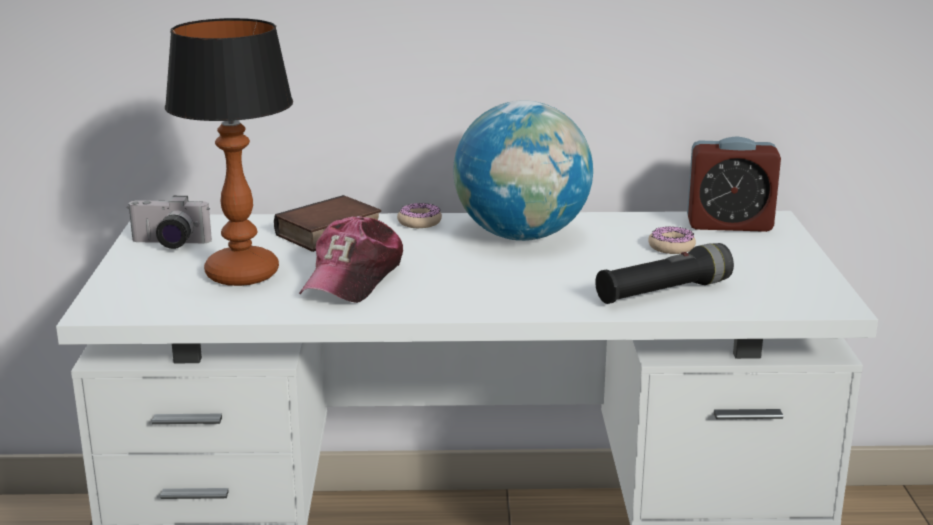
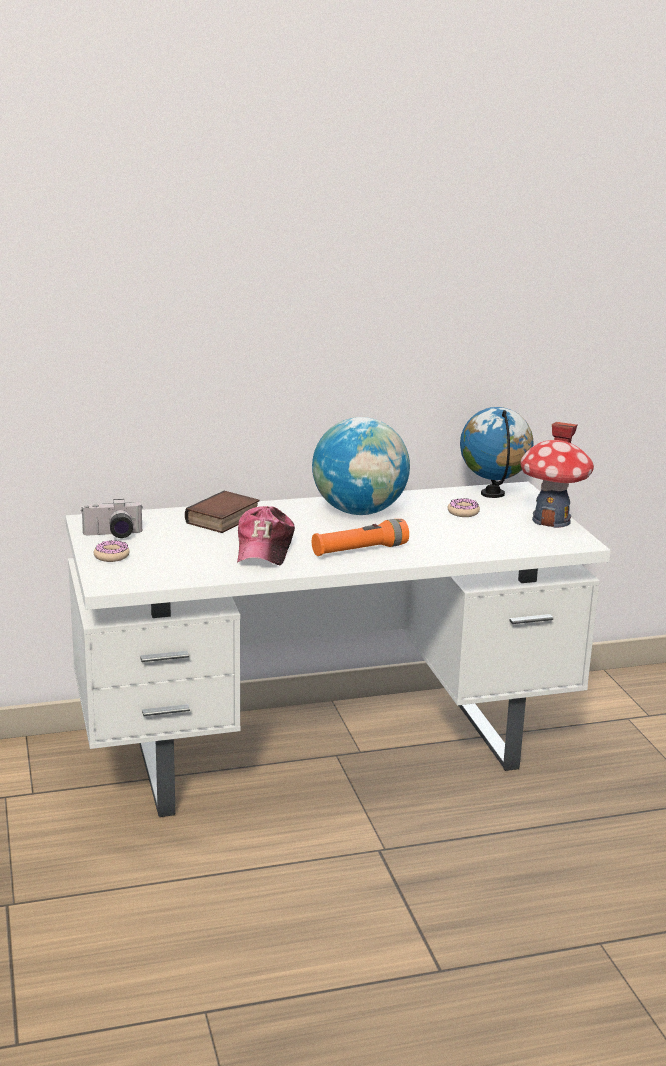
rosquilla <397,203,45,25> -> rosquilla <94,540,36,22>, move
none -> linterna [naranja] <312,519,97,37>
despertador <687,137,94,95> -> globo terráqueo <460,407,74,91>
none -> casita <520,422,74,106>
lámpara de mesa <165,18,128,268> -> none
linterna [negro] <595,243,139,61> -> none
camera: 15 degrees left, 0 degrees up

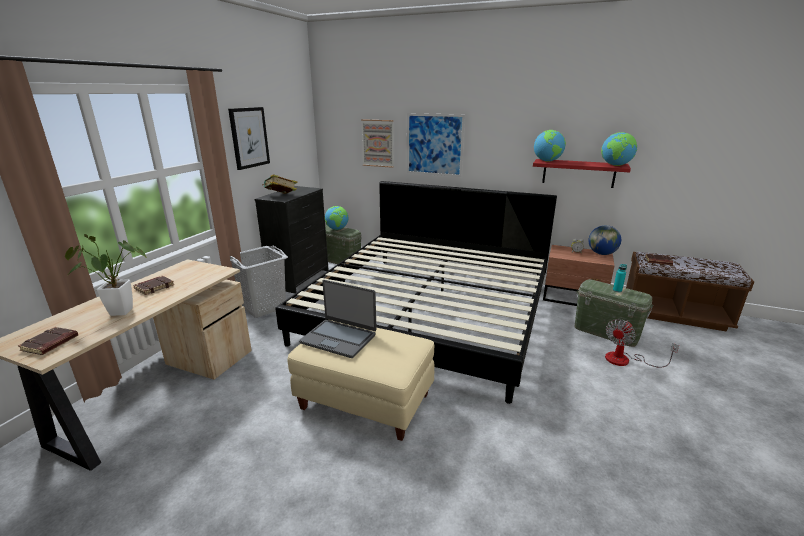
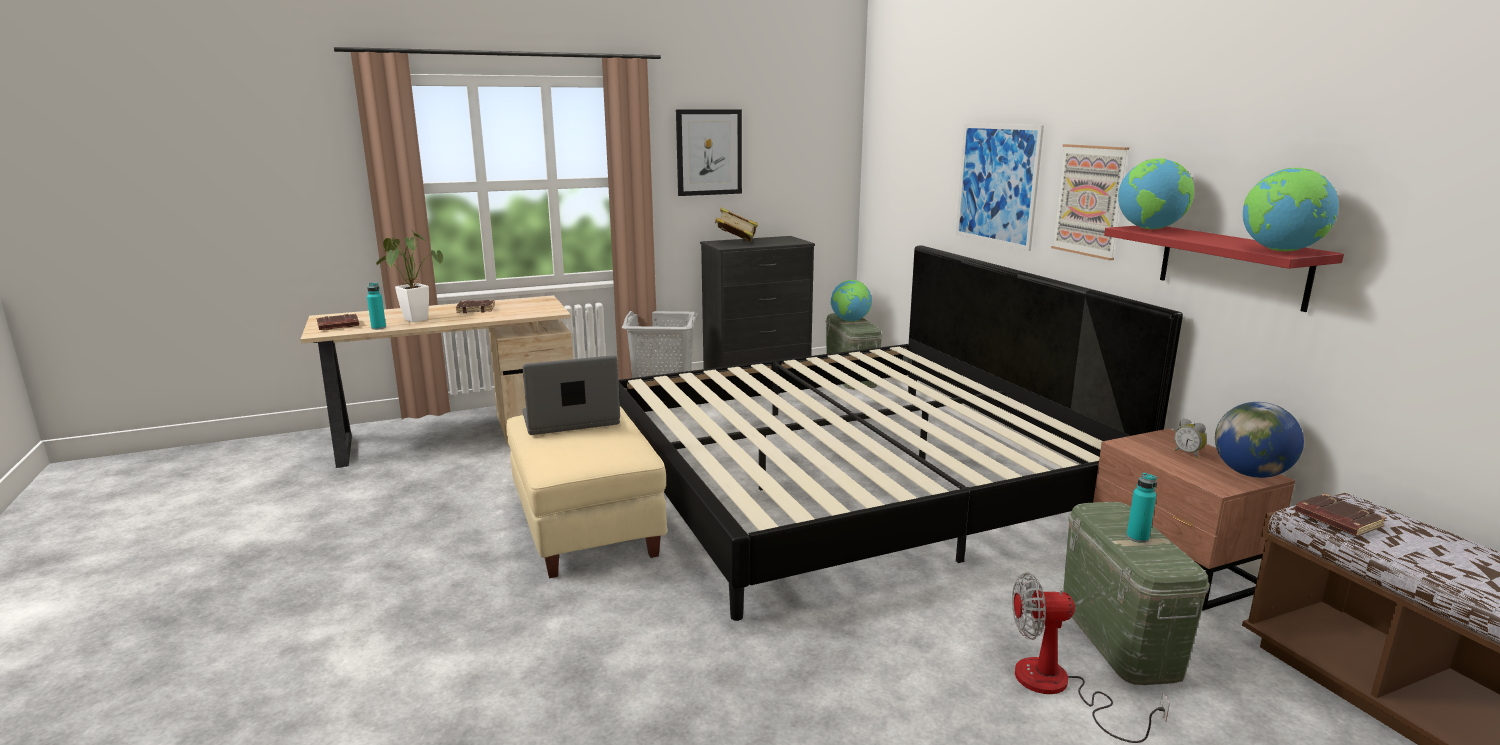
none -> botella [turquesa] <367,283,19,47>
portátil <299,280,77,78> -> portátil <522,355,98,80>, 90 degrees clockwise
cuadro <361,119,33,49> -> cuadro <1051,144,78,116>, move
camera: 45 degrees right, 5 degrees down

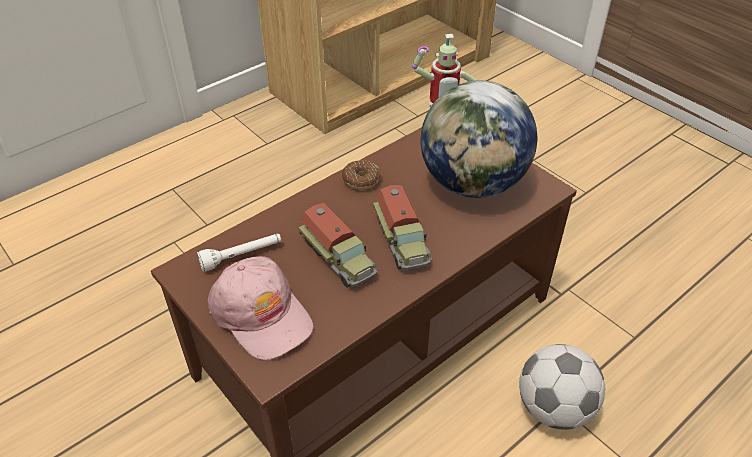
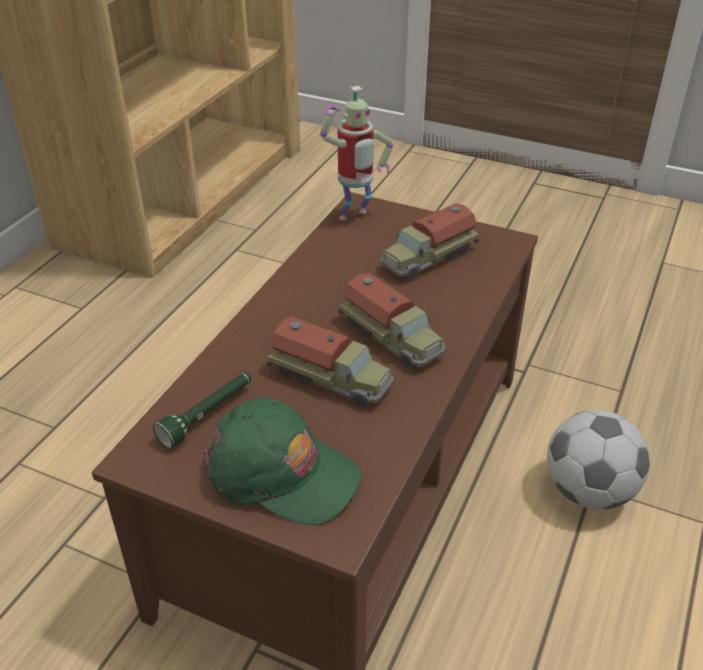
linterna [blanco] <197,234,84,38> -> linterna [verde] <153,372,99,77>
gorra [rosa] <207,256,106,104> -> gorra [verde] <204,397,157,128>
globo terráqueo <421,80,116,118> -> camión de juguete <380,203,99,78>
rosquilla <342,160,39,30> -> none
camera: 25 degrees left, 5 degrees down

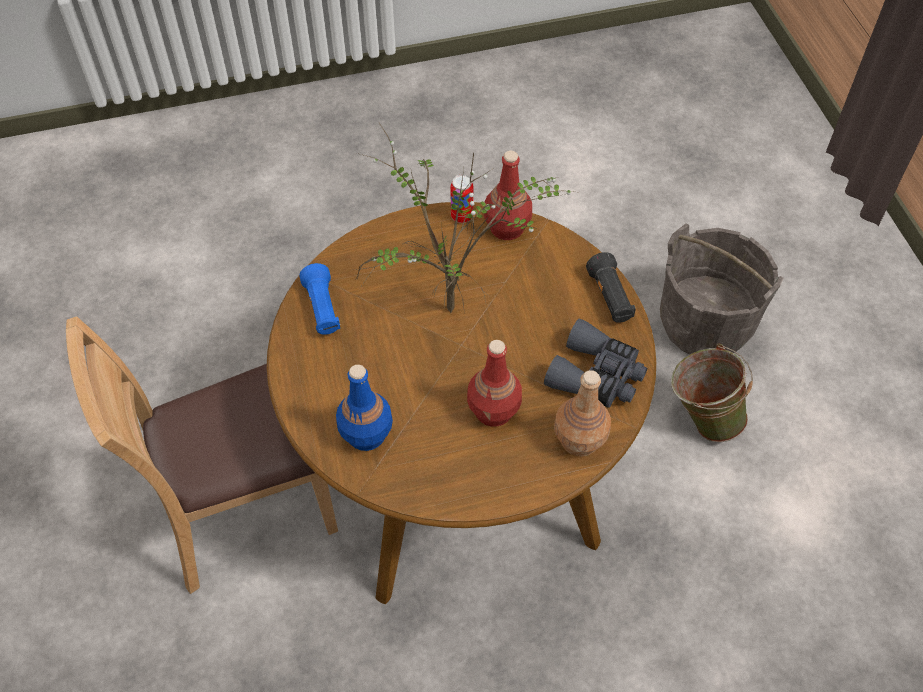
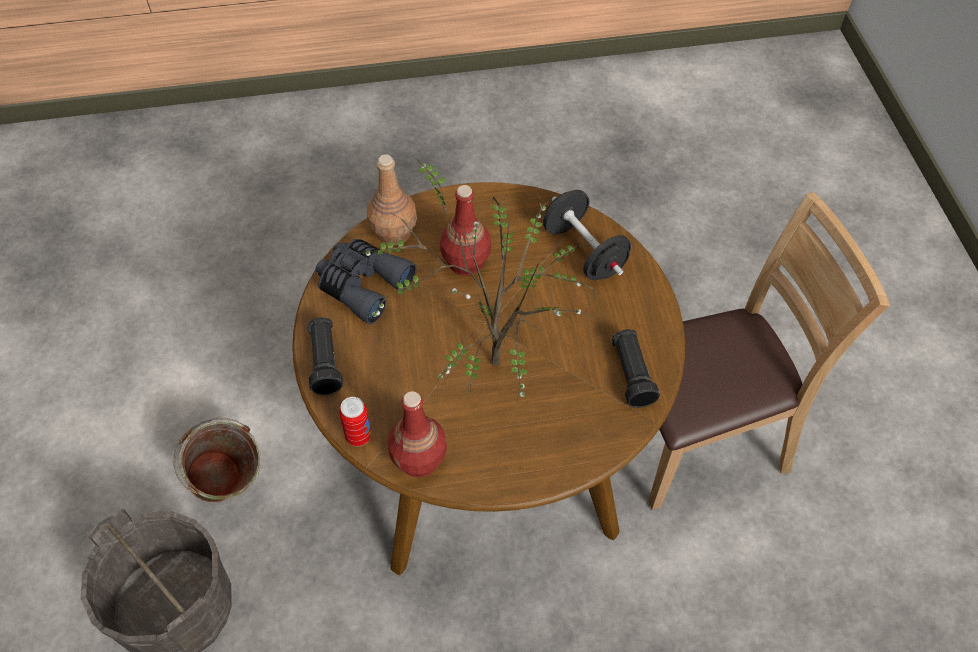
lata <450,175,23,48> -> lata <339,397,32,49>, move
botella [azul] <336,365,57,86> -> mancuerna [negro] <543,190,88,90>
linterna [azul] <299,263,41,72> -> linterna [negro] <612,329,48,79>
camera: 175 degrees left, 0 degrees up

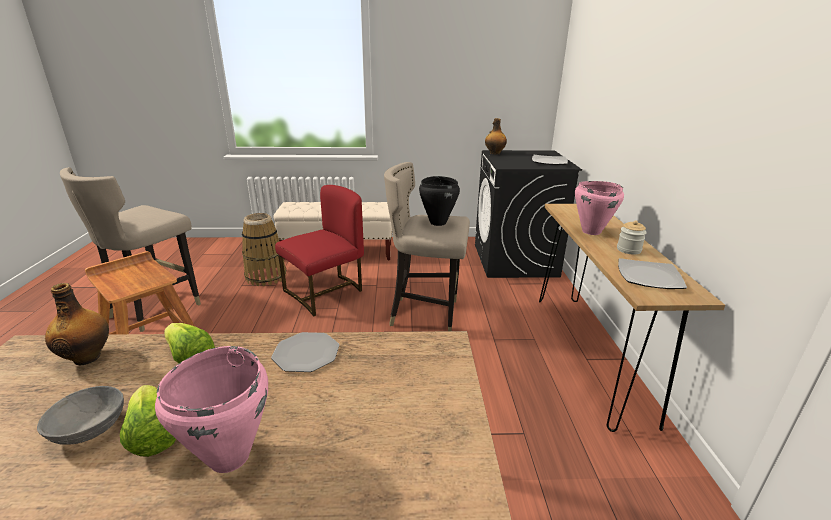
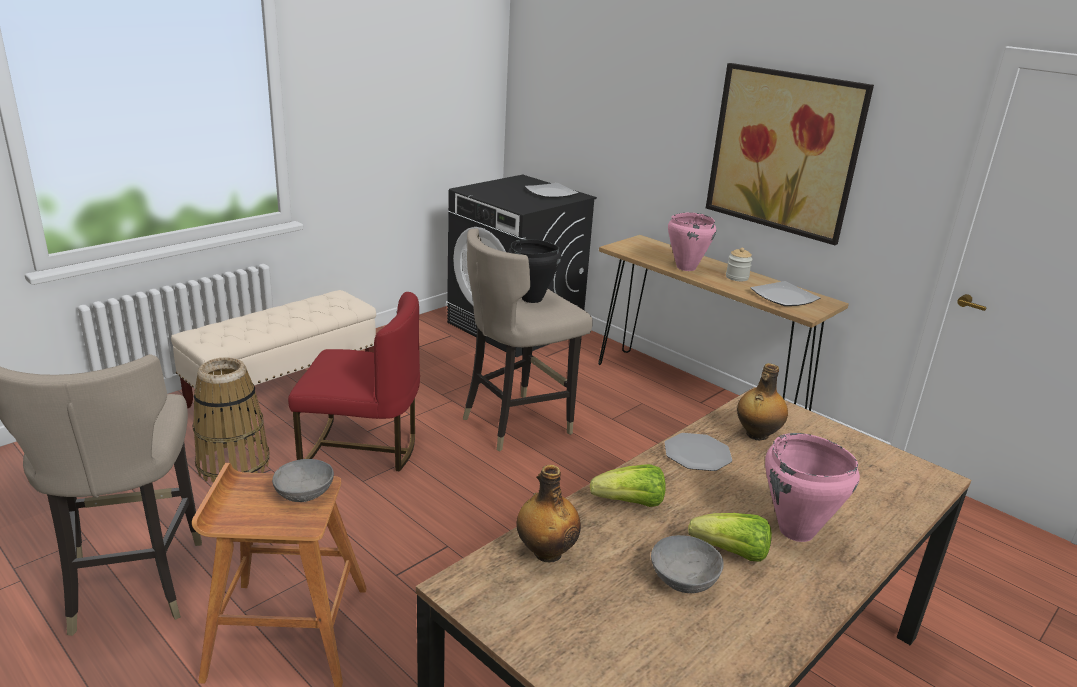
none -> cuenco [gris] <272,459,62,43>
silla [rojo] <275,185,89,131> -> silla [rojo] <288,292,132,180>, 90 degrees clockwise
none -> cuadro <706,63,168,182>
botella <485,118,22,37> -> botella <737,363,51,77>, move
camera: 45 degrees left, 0 degrees up

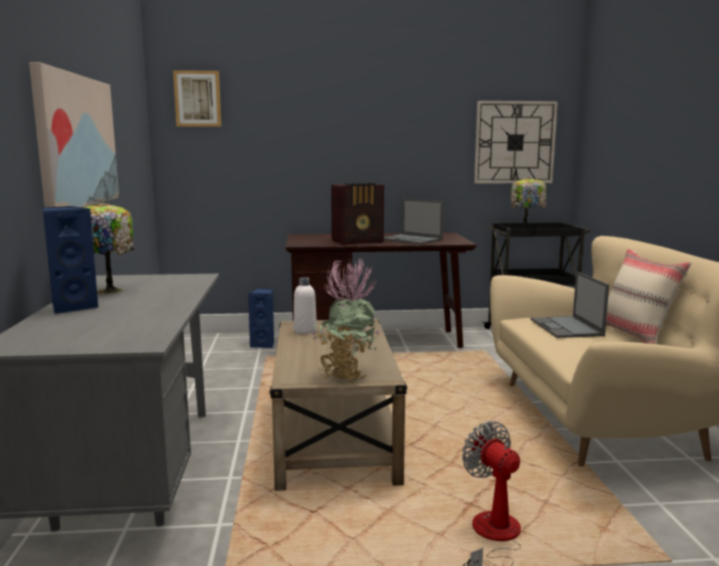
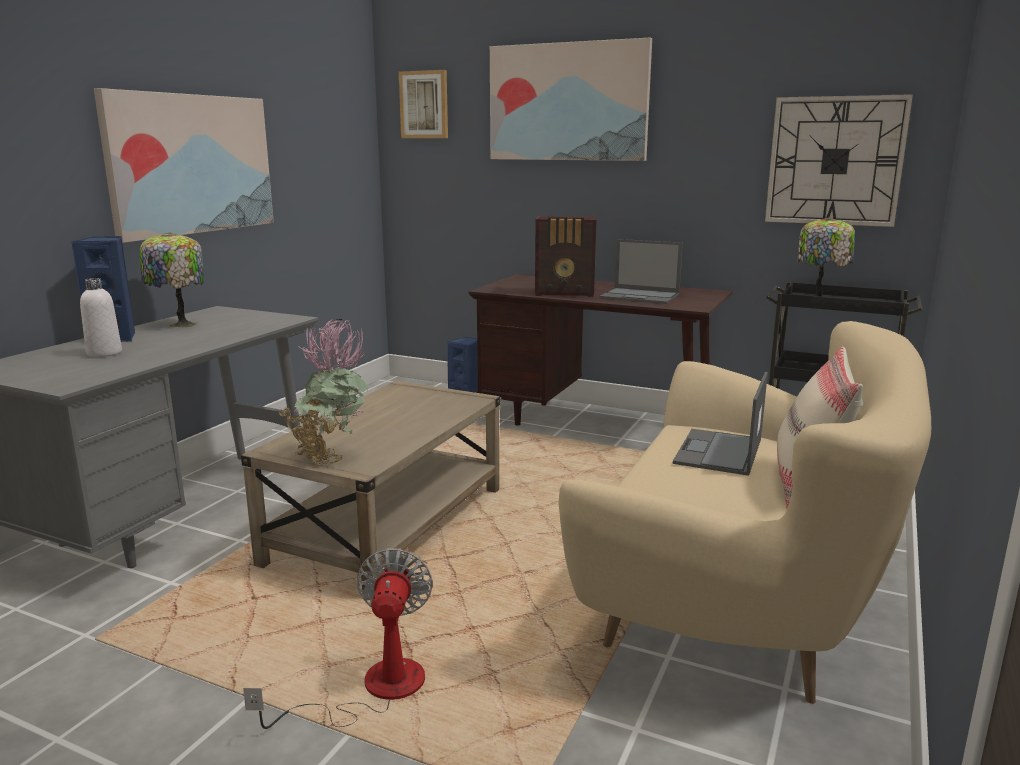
botella [blanco] <294,277,23,57> -> botella [blanco] <80,278,42,79>, move
none -> cuadro <490,38,162,123>
portátil <384,199,60,45> -> portátil <599,239,84,65>, 45 degrees counterclockwise
camera: 30 degrees right, 5 degrees up

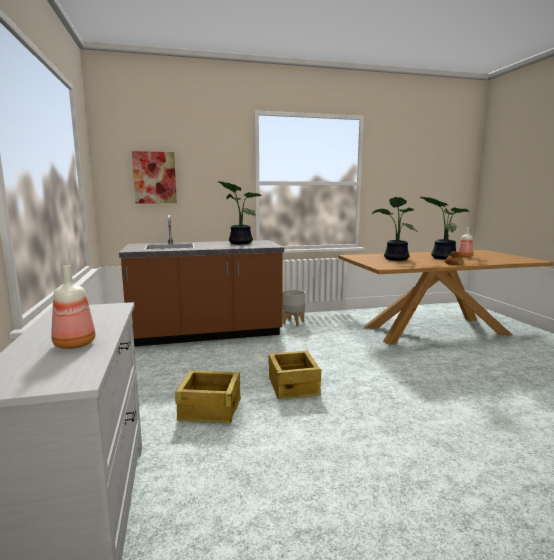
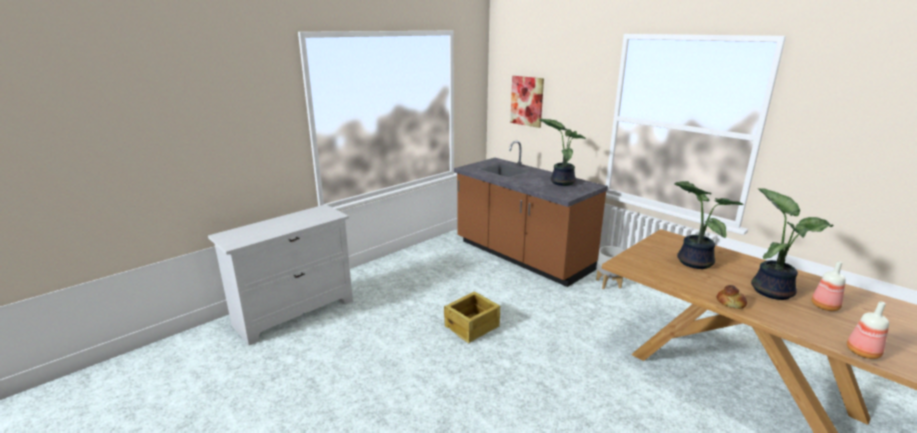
botella <51,265,44,84> -> botella <847,301,42,58>, move
caja de embalaje <175,370,66,54> -> none
camera: 60 degrees right, 10 degrees up

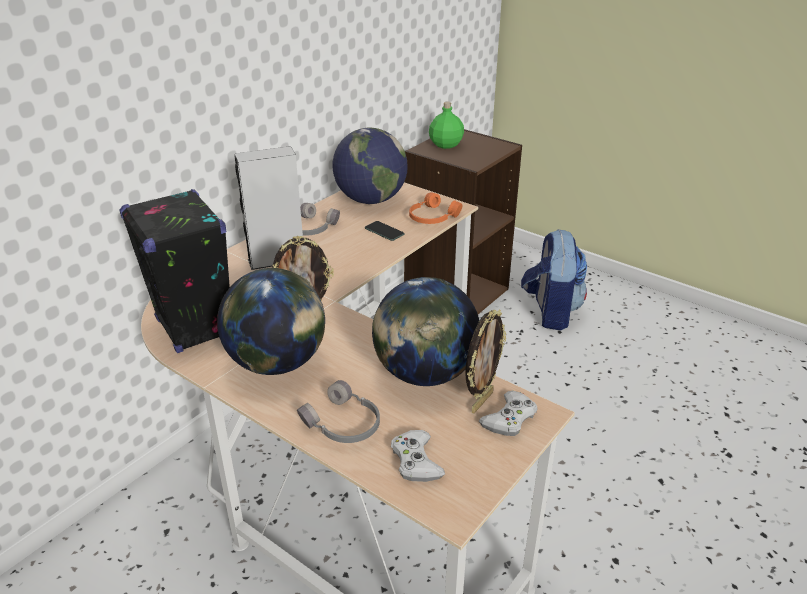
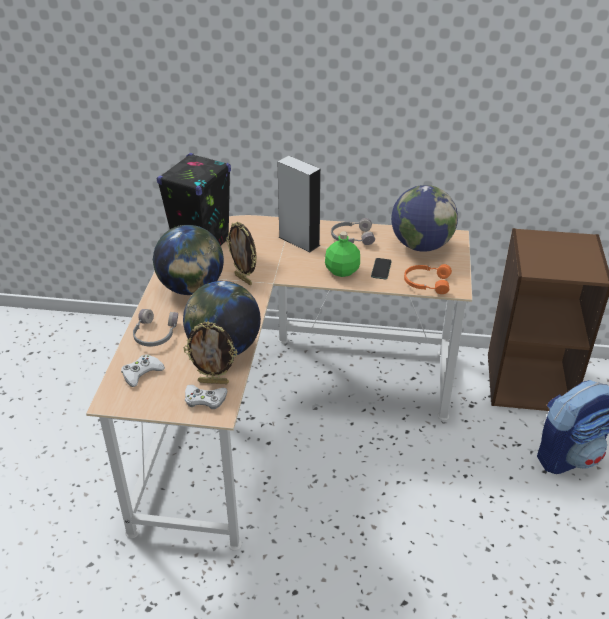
botella [verde] <429,102,35,47> -> botella [verde] <325,231,35,46>, move
camera: 60 degrees right, 5 degrees up

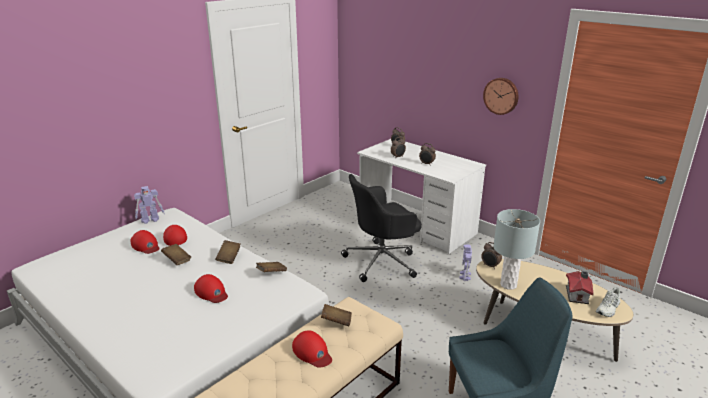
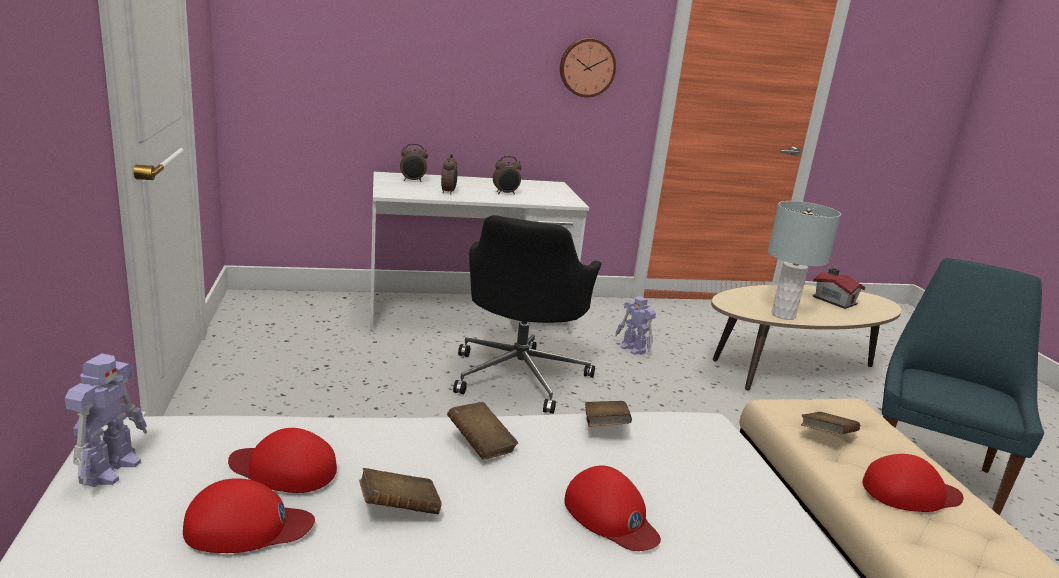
gorra [rojo] <194,274,34,29> -> gorra [rojo] <564,465,97,86>, 60 degrees clockwise
despertador <481,242,21,27> -> none
zapato [blanco] <596,287,24,30> -> none
camera: 55 degrees left, 5 degrees down

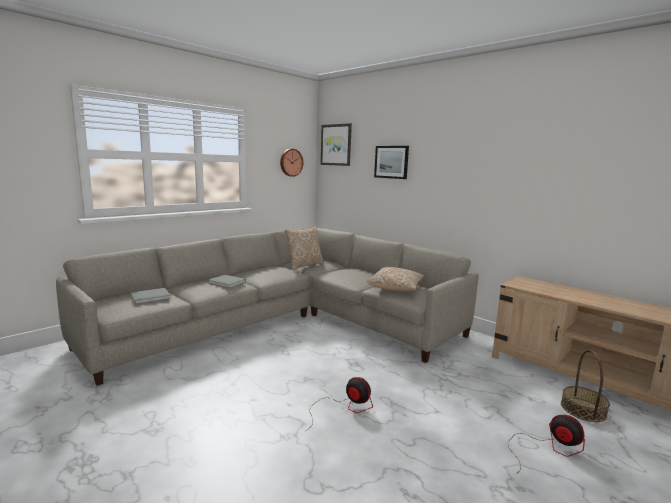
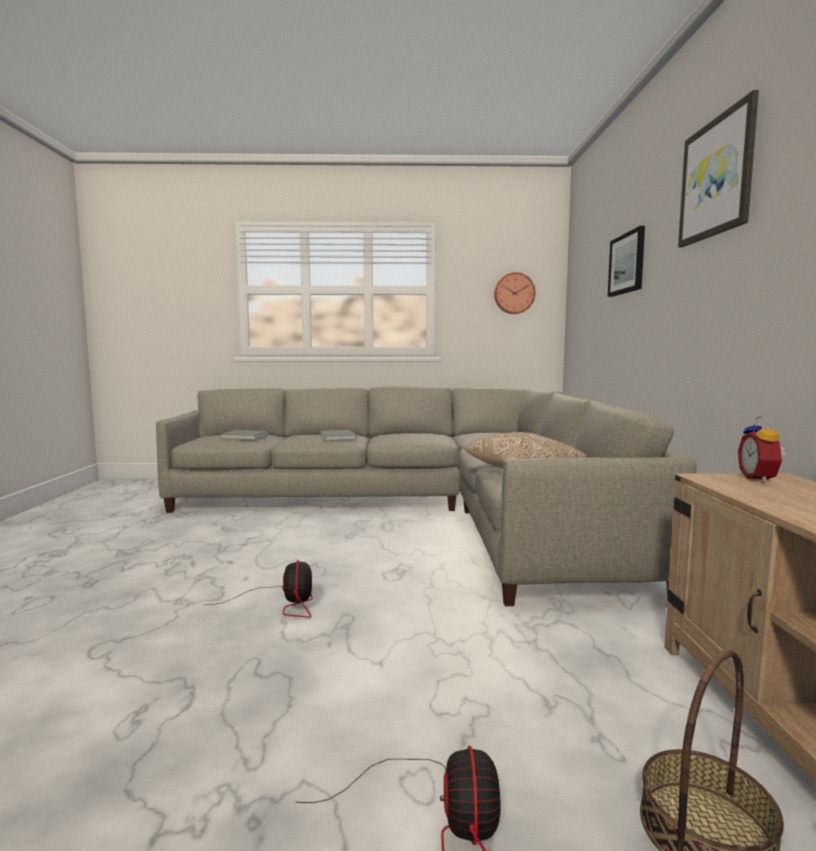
cuadro <321,123,31,43> -> cuadro <678,90,81,158>, move
none -> despertador <738,416,48,67>
cojín <285,226,39,44> -> none
camera: 45 degrees right, 5 degrees down

